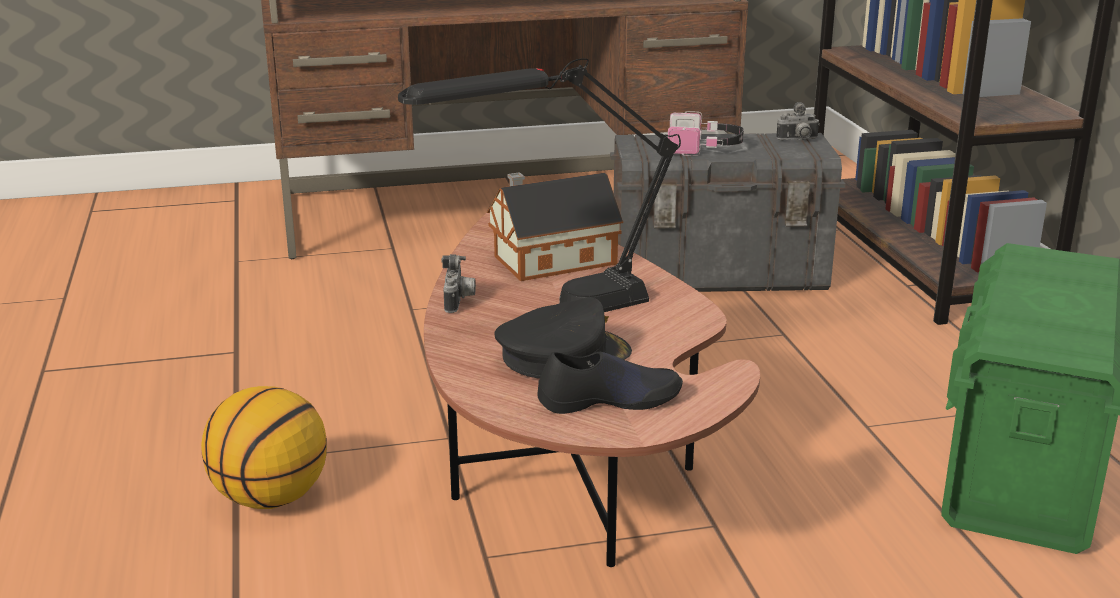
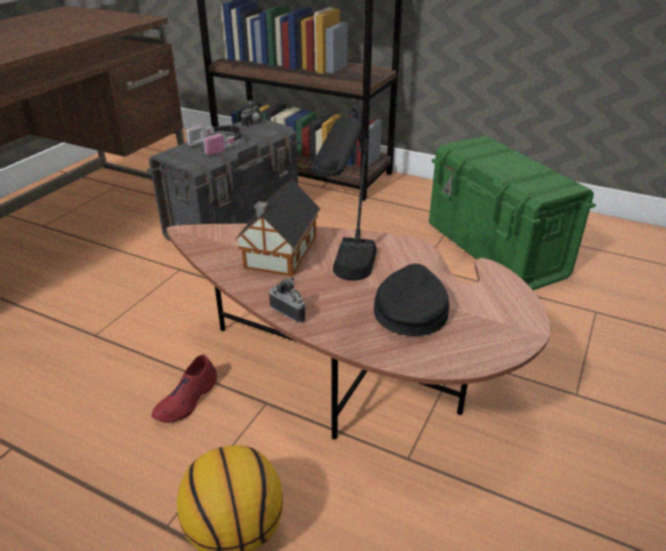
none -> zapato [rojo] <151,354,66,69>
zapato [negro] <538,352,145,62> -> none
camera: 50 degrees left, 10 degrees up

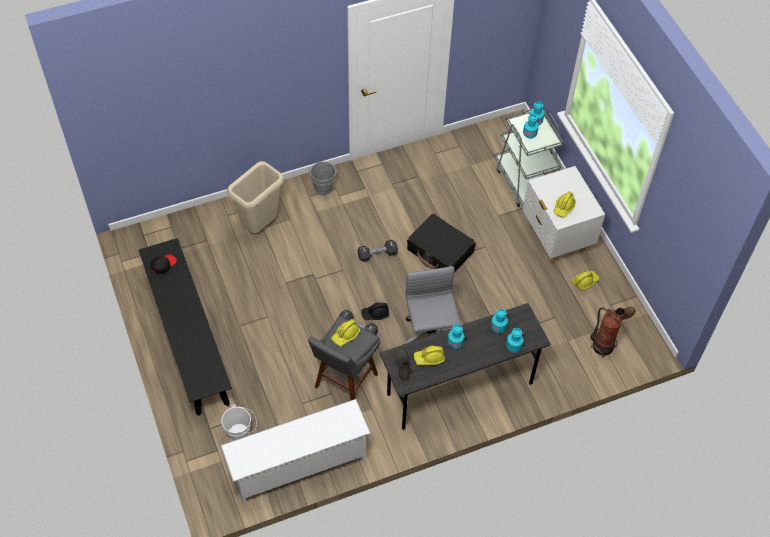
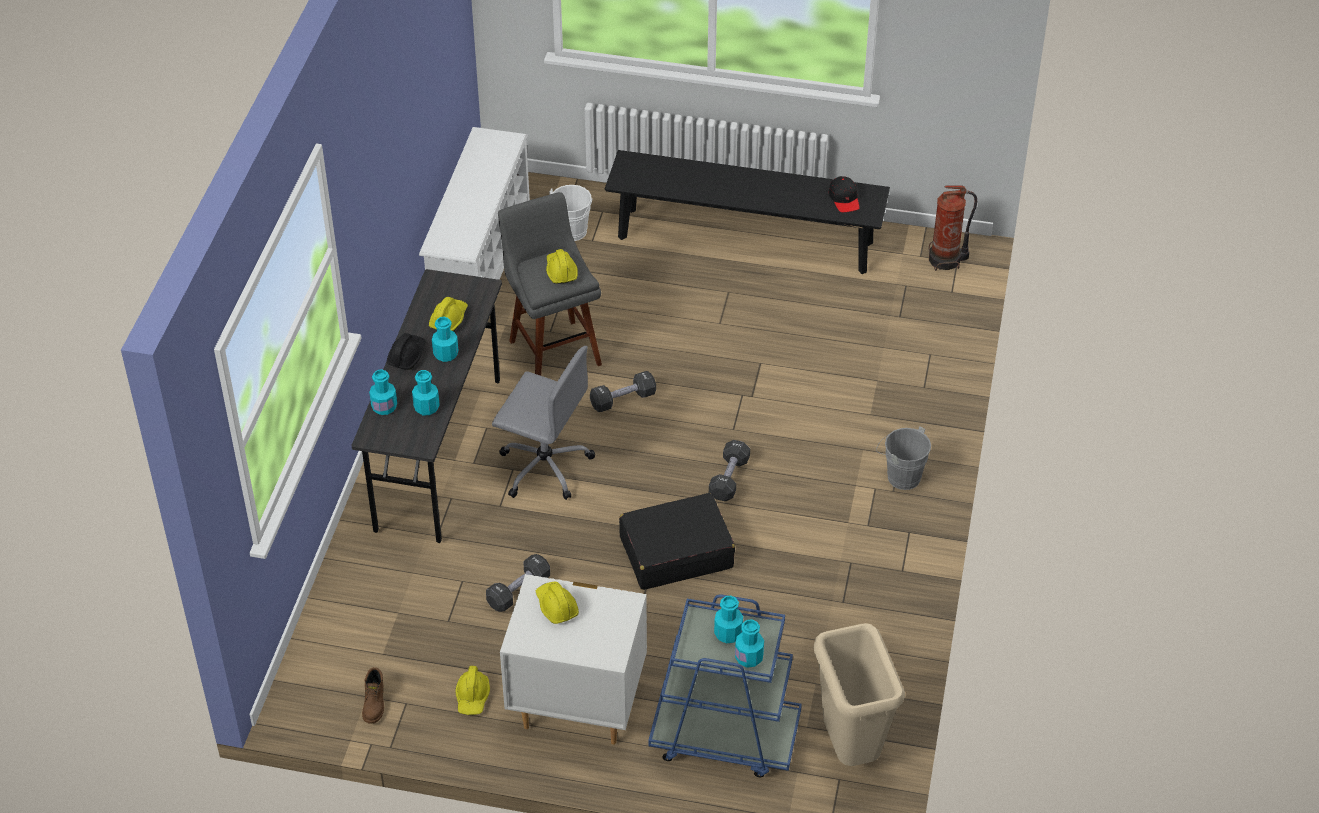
casco [negro] <362,302,27,18> -> casco [negro] <387,333,39,37>, move
none -> mancuerna [negro] <486,554,64,58>
carrito [gris] <494,108,69,99> -> carrito [azul] <648,594,154,183>
papelera [beis] <227,161,57,72> -> papelera [beis] <814,623,91,143>, move
extintor <590,308,32,50> -> extintor <928,185,49,86>, move
zapato [gris] <395,347,15,34> -> none
camera: 125 degrees right, 10 degrees down

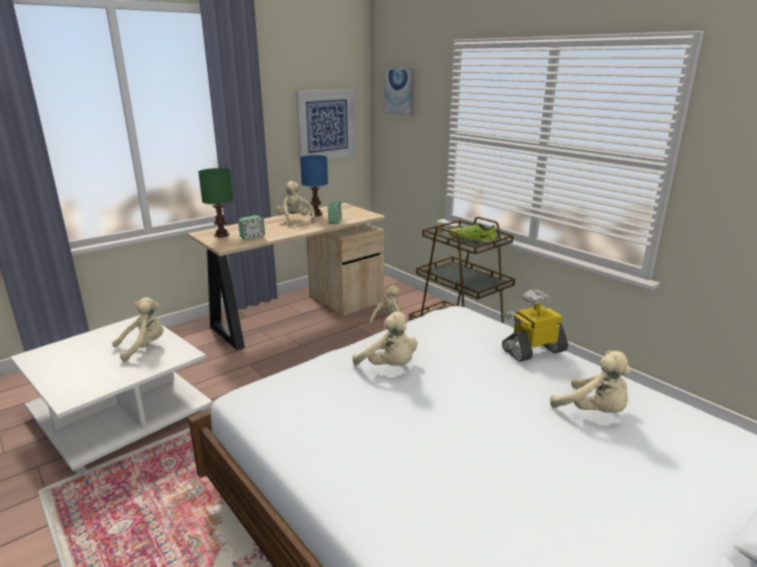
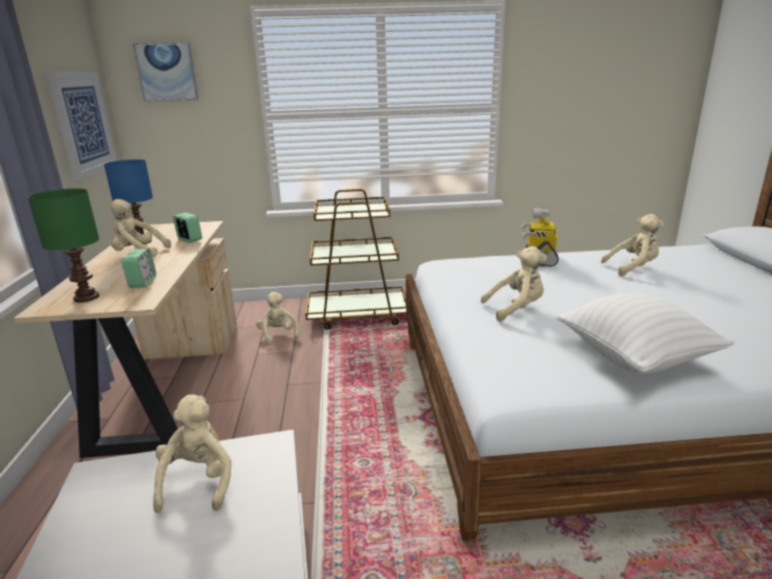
none -> cojín [blanco] <556,293,178,81>
zapato <449,224,47,19> -> none
camera: 55 degrees left, 0 degrees up

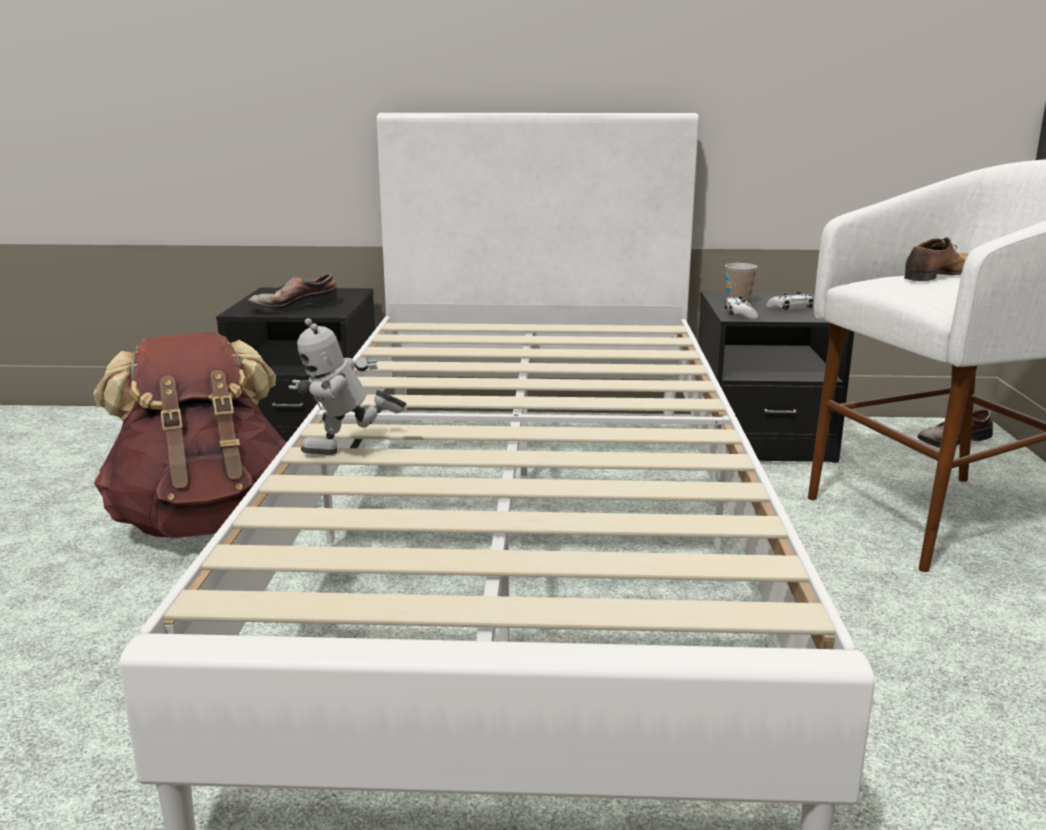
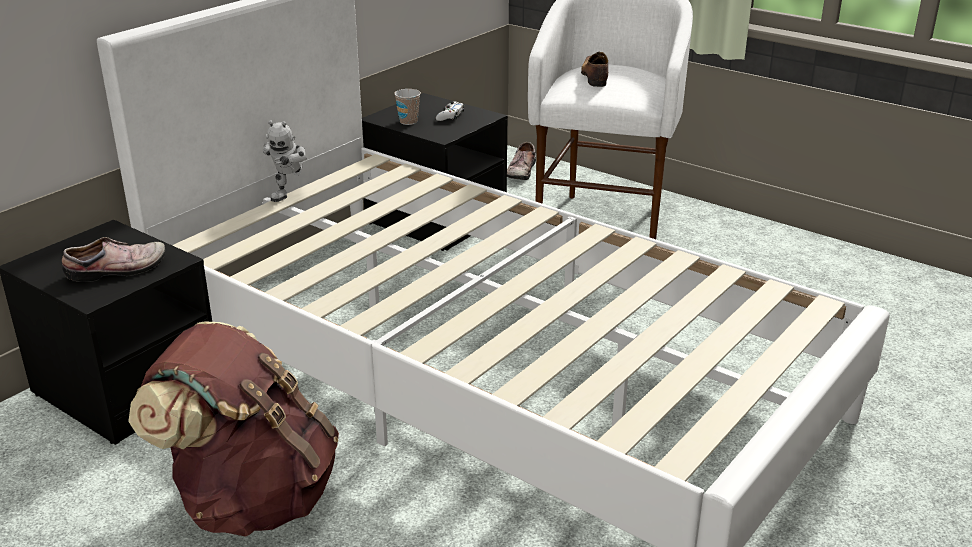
zapato <248,273,90,39> -> zapato <62,237,104,45>, 120 degrees counterclockwise
robot de juguete <289,318,117,137> -> robot de juguete <263,120,44,82>, move
mando de consola [blanco] <725,296,33,24> -> none
camera: 55 degrees left, 10 degrees up

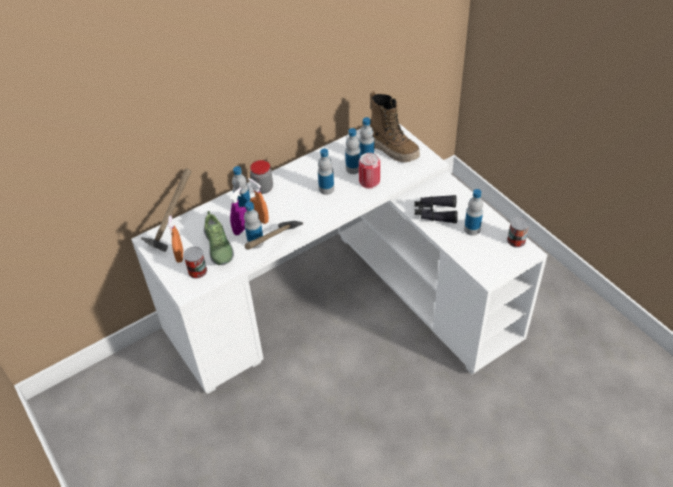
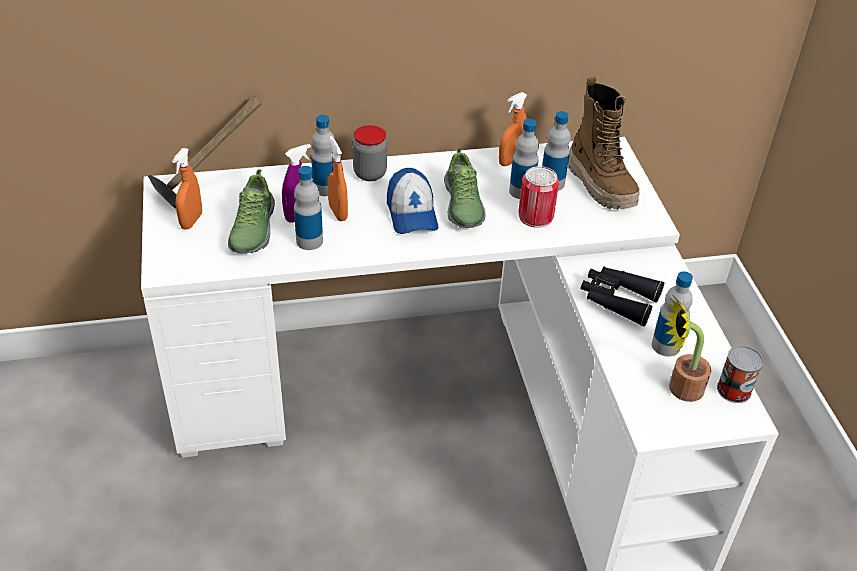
none -> gorra <387,168,51,66>
botella <318,148,16,47> -> zapato <444,148,42,80>
none -> pulverizador [naranja] <499,92,28,74>
none -> planta en maceta <665,296,46,106>
lata <183,246,24,33> -> none
martillo <245,221,58,29> -> none
camera: 20 degrees right, 5 degrees down

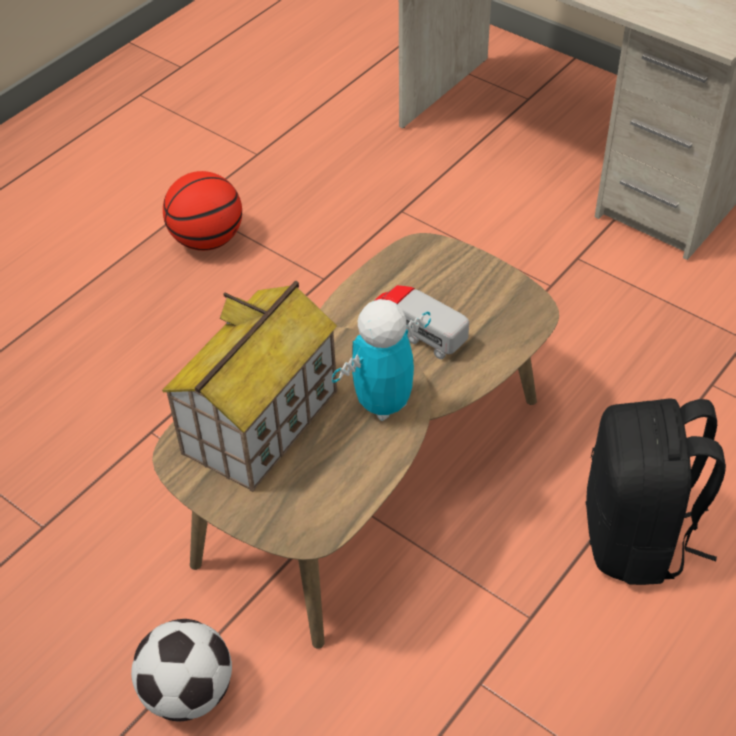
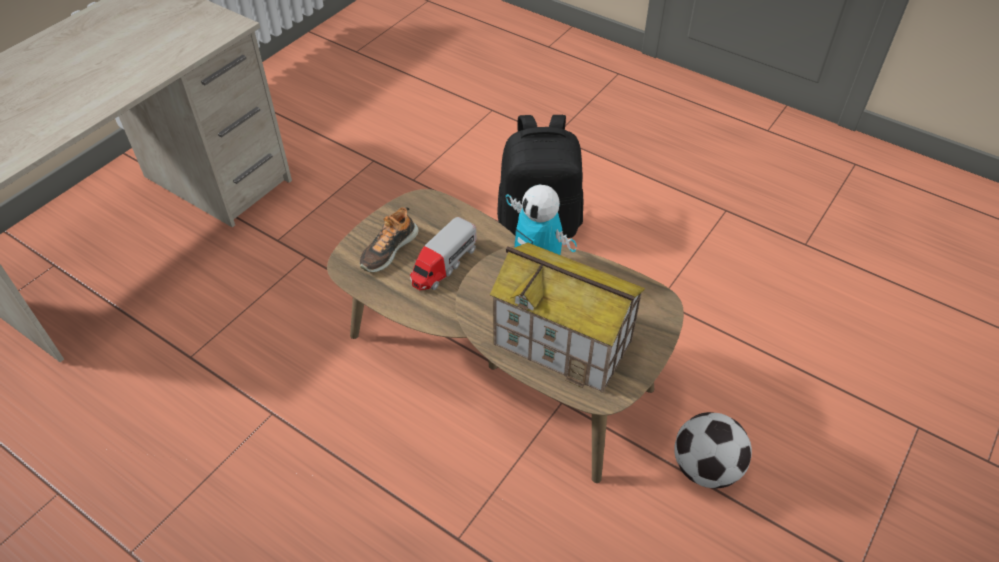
none -> zapato <360,207,59,65>
balón de baloncesto <163,171,79,80> -> none
camera: 95 degrees left, 0 degrees up

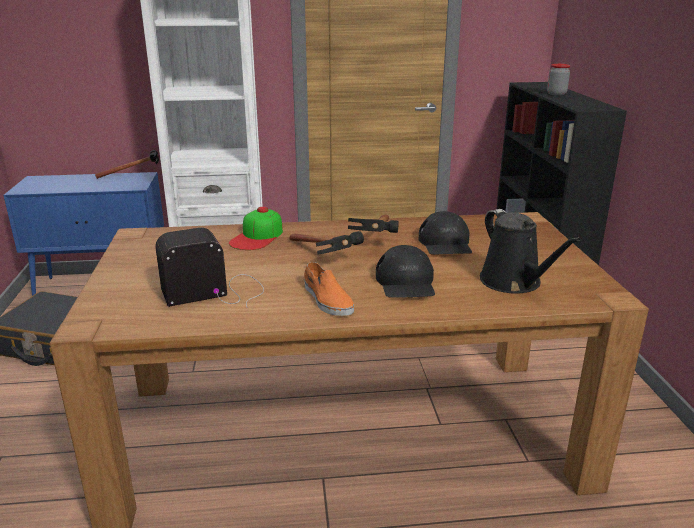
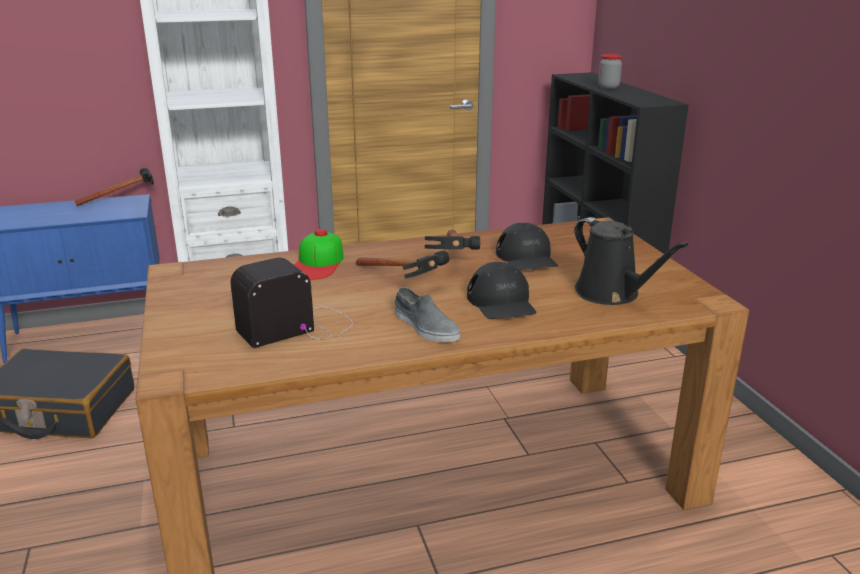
zapato [naranja] <304,262,50,54> -> zapato [gris] <395,287,65,55>
camera: 10 degrees left, 0 degrees up

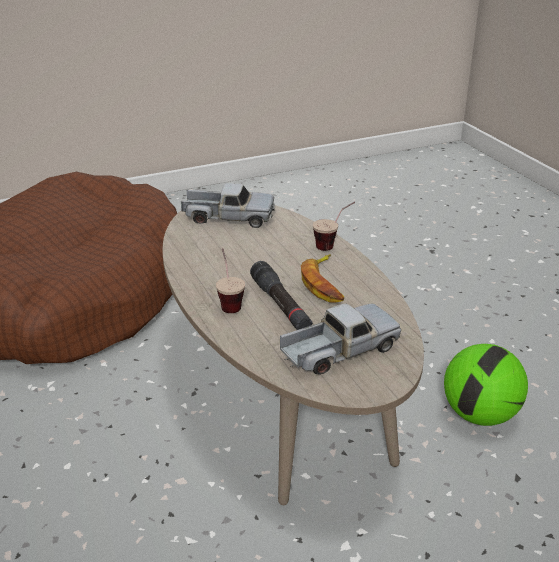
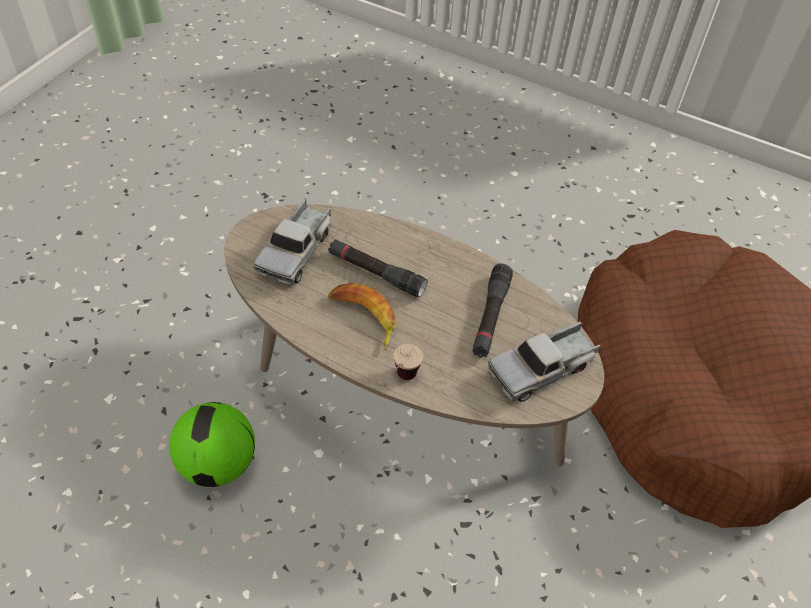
none -> linterna [negro] <472,264,41,93>
taza <216,248,29,65> -> none
camera: 140 degrees right, 20 degrees up

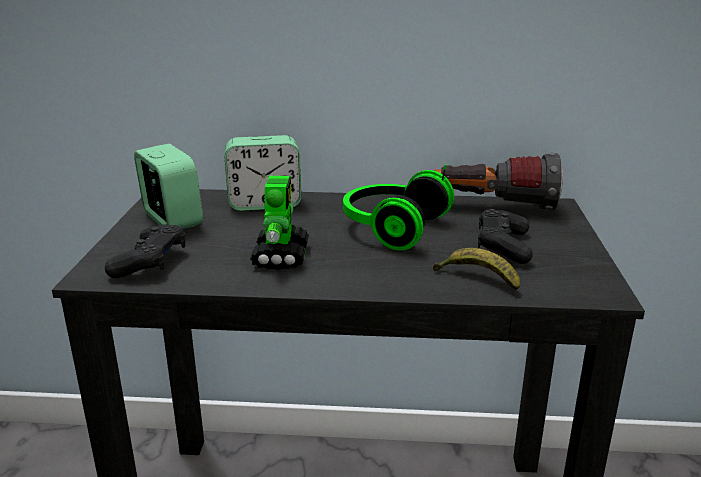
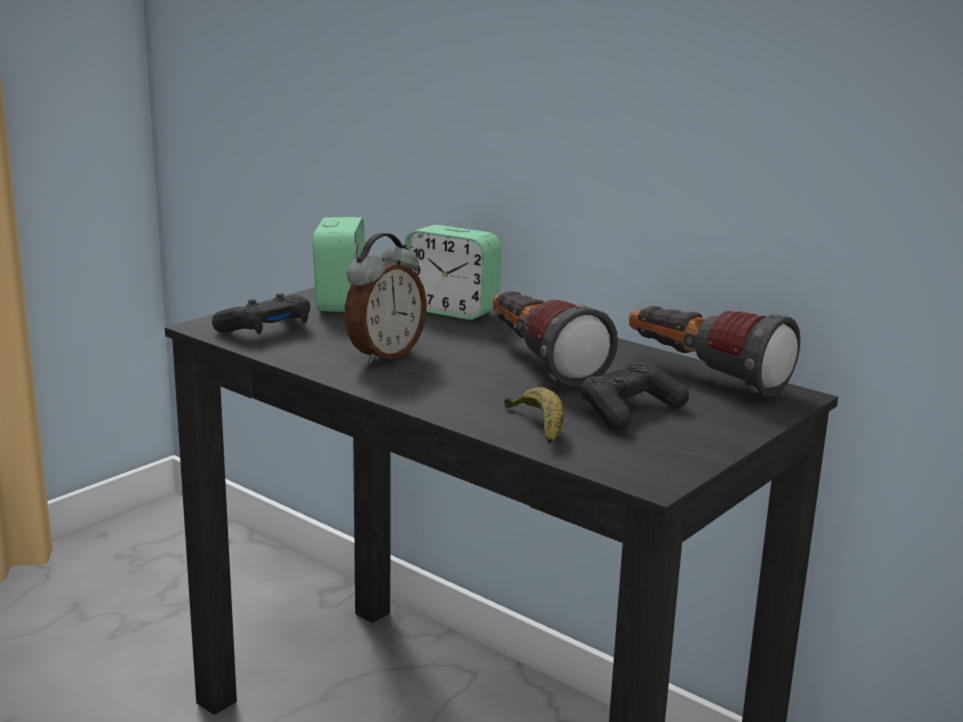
robot de juguete <250,176,59,94> -> despertador <344,233,83,131>
auriculares <343,164,111,87> -> linterna <493,291,125,96>
camera: 35 degrees right, 5 degrees down

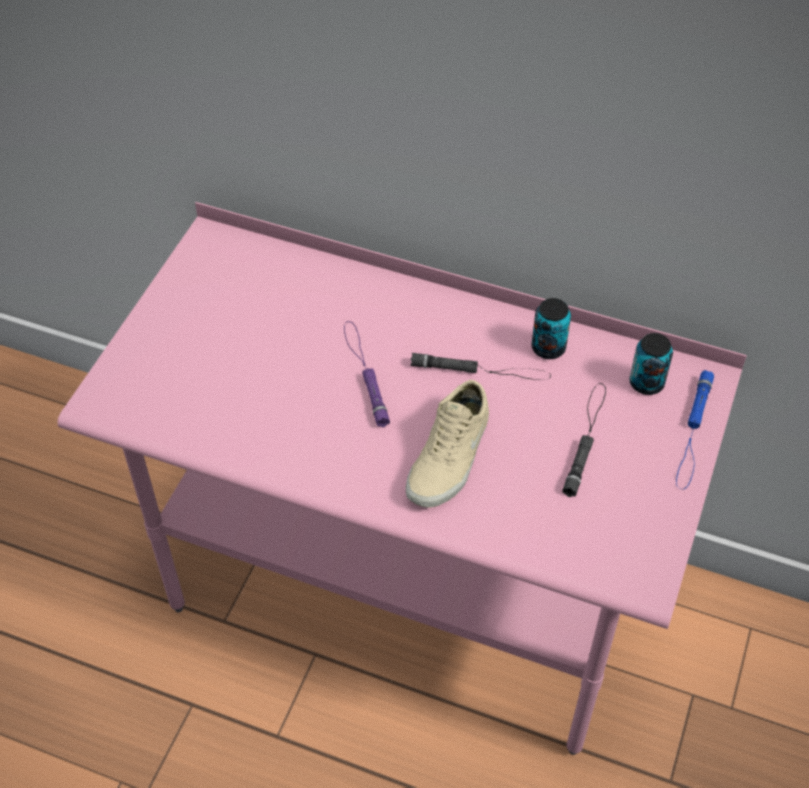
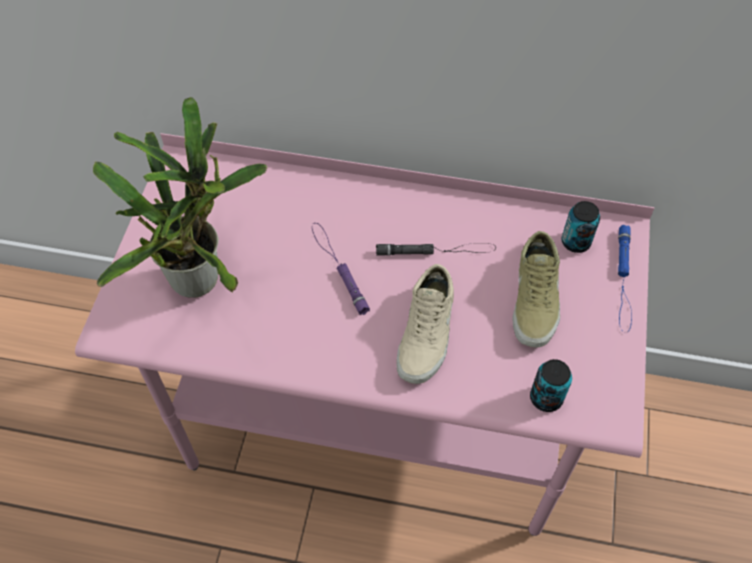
none -> planta en maceta <93,97,175,201>
linterna [negro] <562,383,44,114> -> zapato [beis] <513,231,47,117>
lata <531,298,40,61> -> lata <530,359,42,53>, move
camera: 10 degrees left, 5 degrees up

